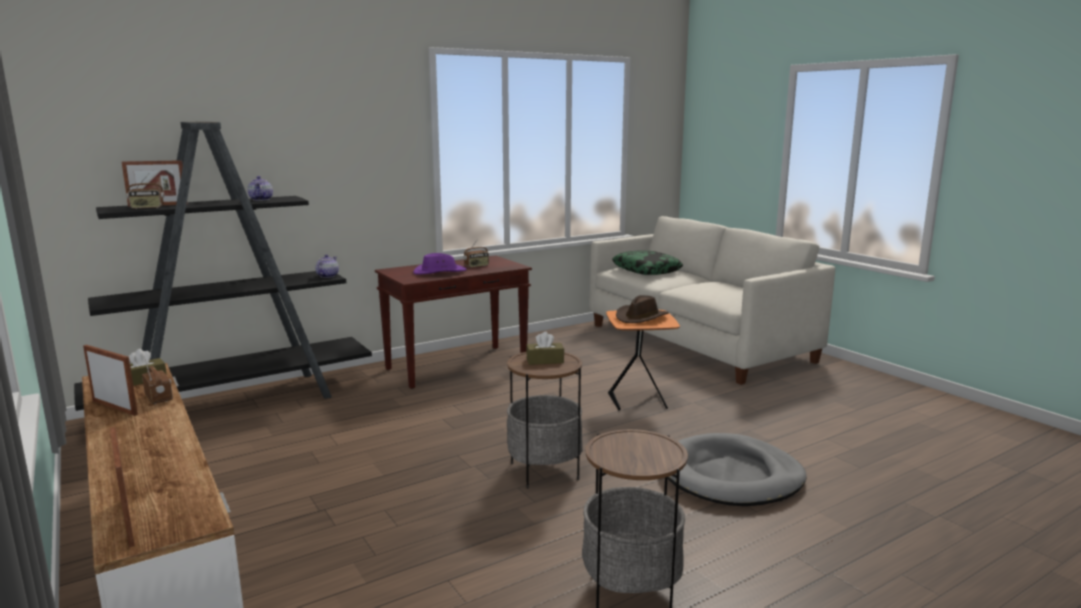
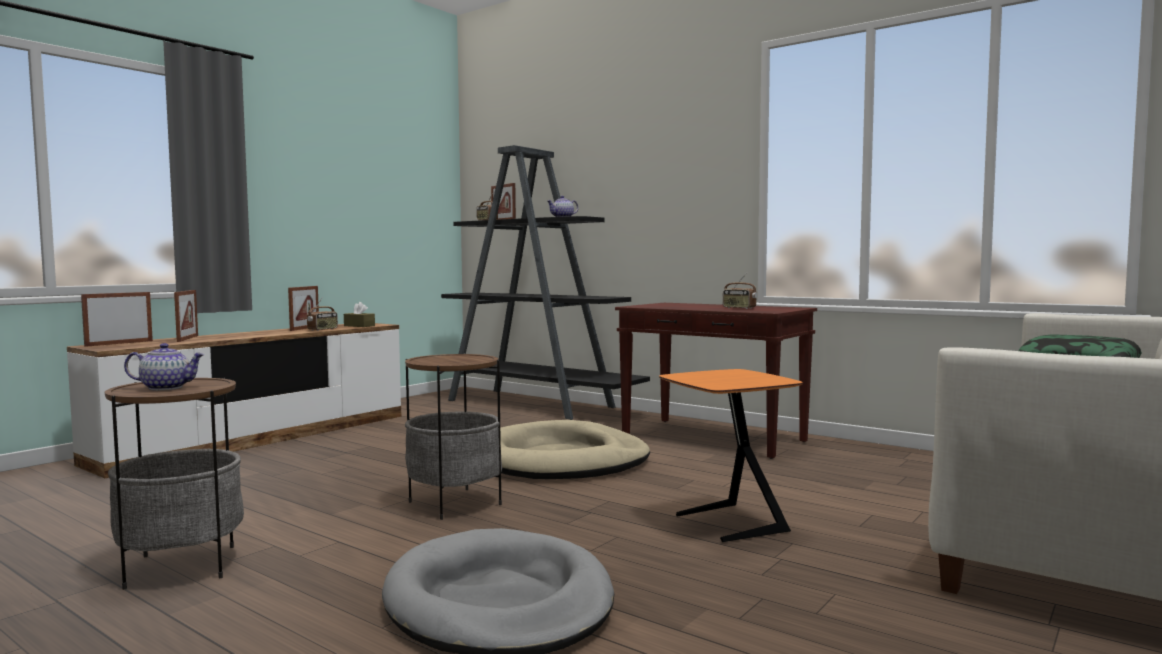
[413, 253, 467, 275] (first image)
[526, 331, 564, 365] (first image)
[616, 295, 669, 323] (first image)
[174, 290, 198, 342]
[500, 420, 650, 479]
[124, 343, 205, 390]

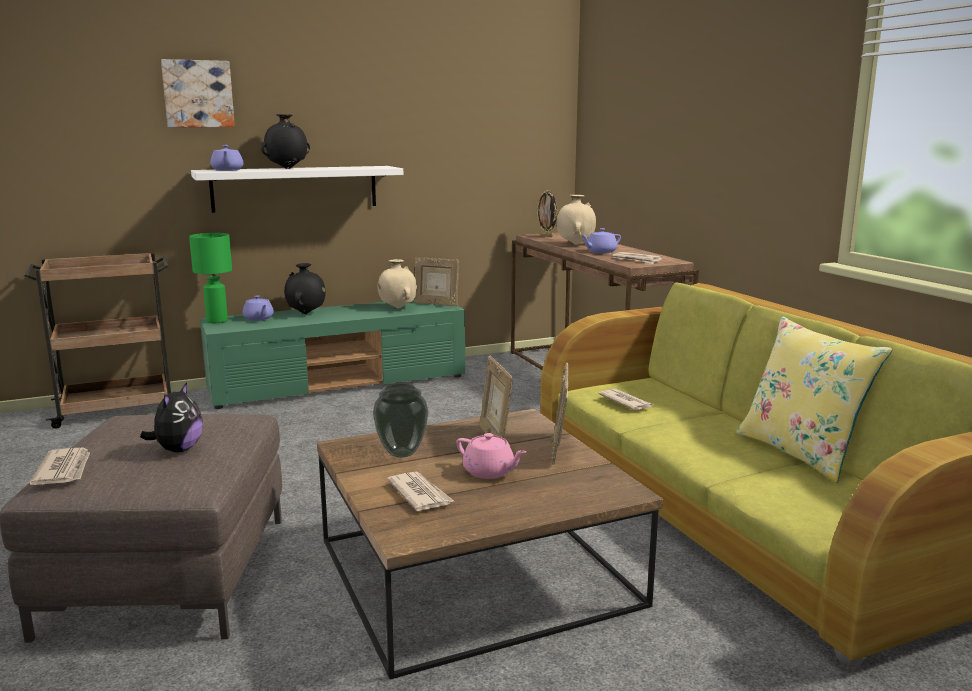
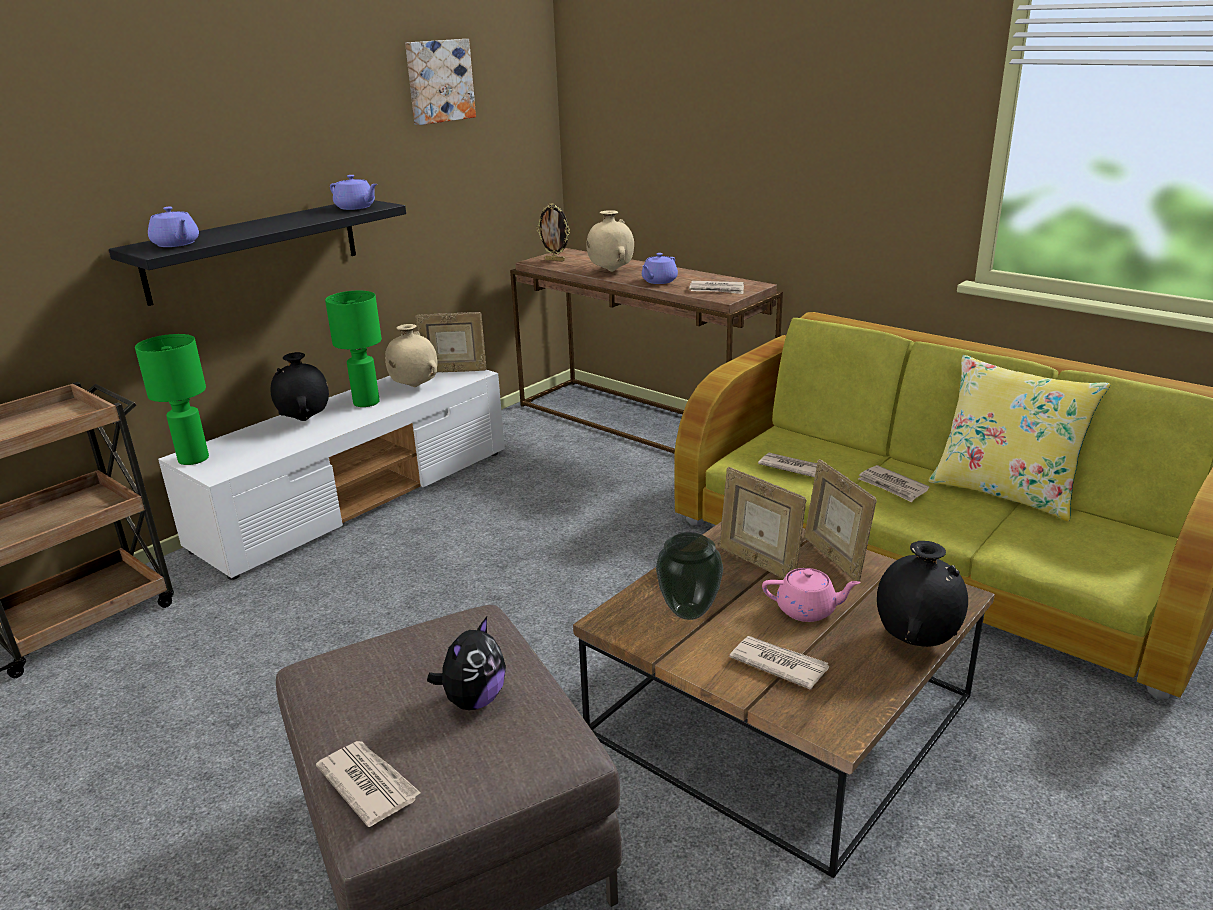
[325, 291, 382, 407]
[858, 465, 929, 502]
[405, 39, 476, 125]
[330, 175, 377, 210]
[877, 541, 968, 647]
[109, 200, 406, 306]
[158, 370, 505, 580]
[427, 617, 506, 710]

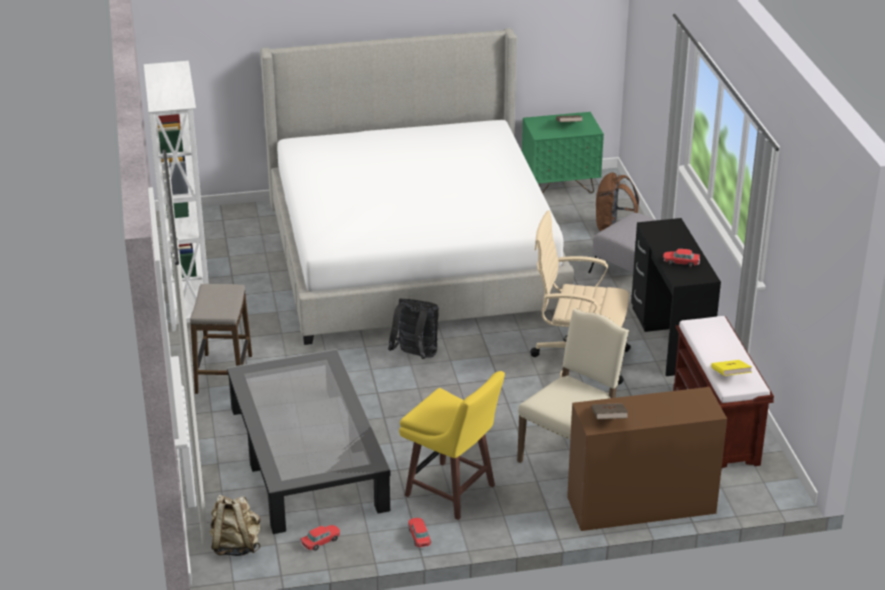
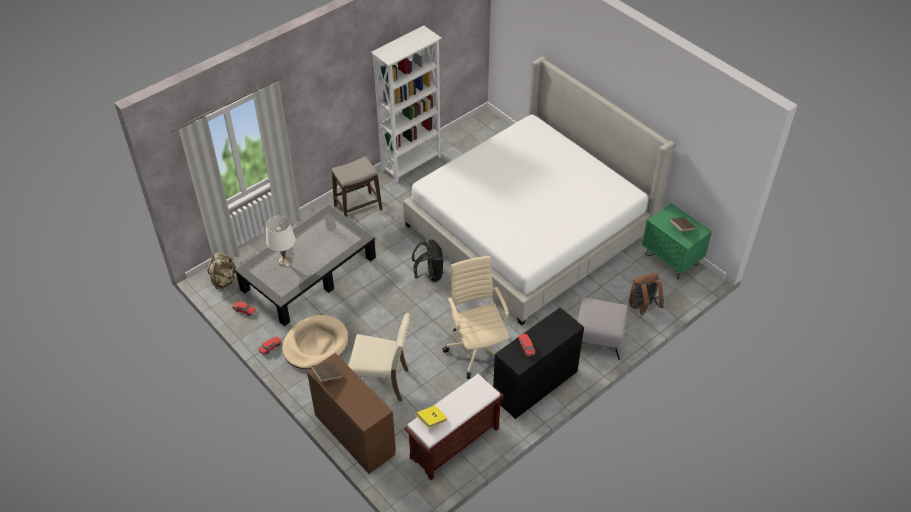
[266, 216, 296, 267]
[282, 315, 348, 369]

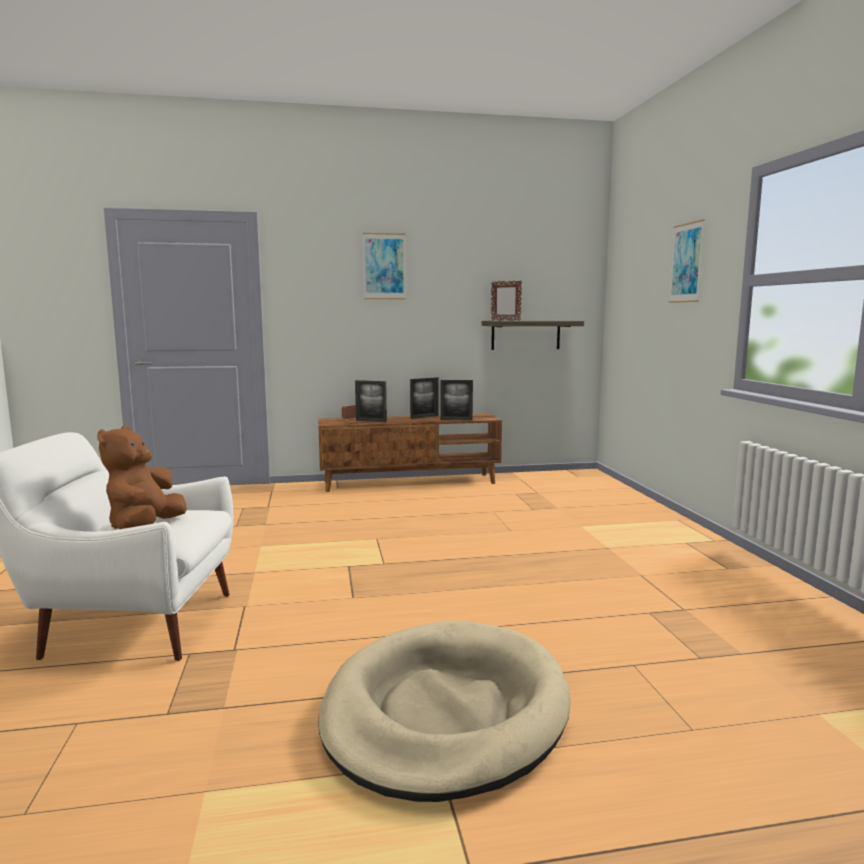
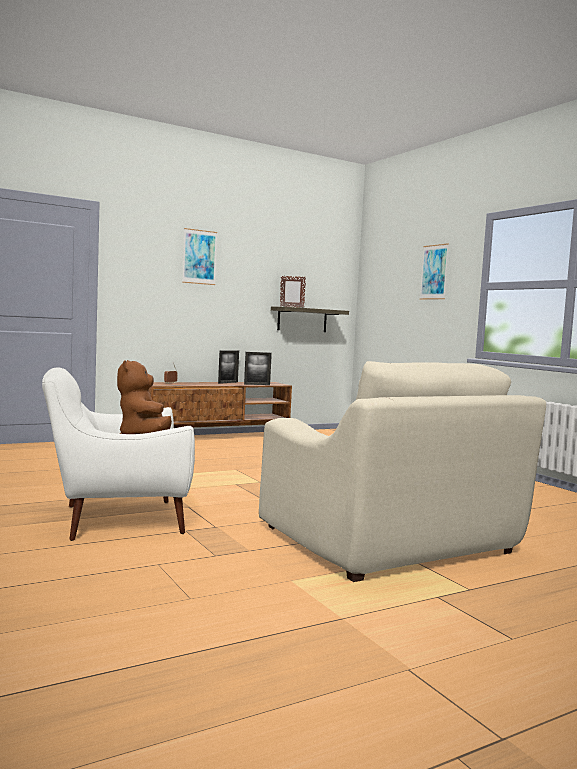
[355, 380, 387, 423] (first image)
[259, 361, 546, 582]

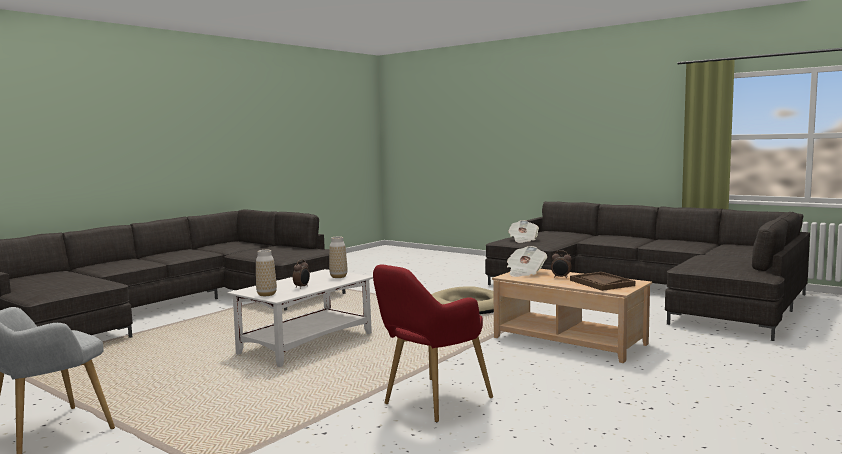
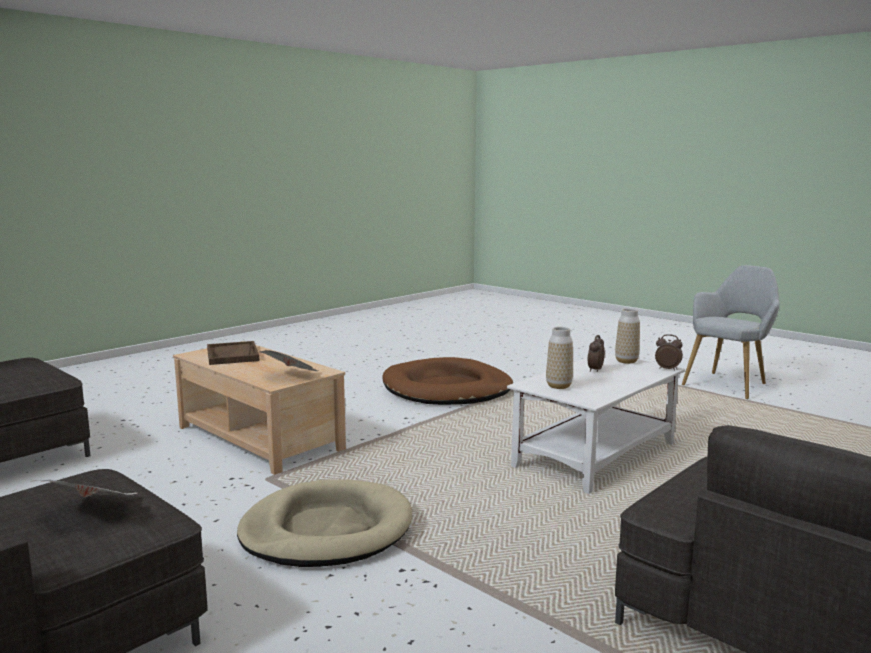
[655, 334, 683, 371]
[382, 357, 513, 405]

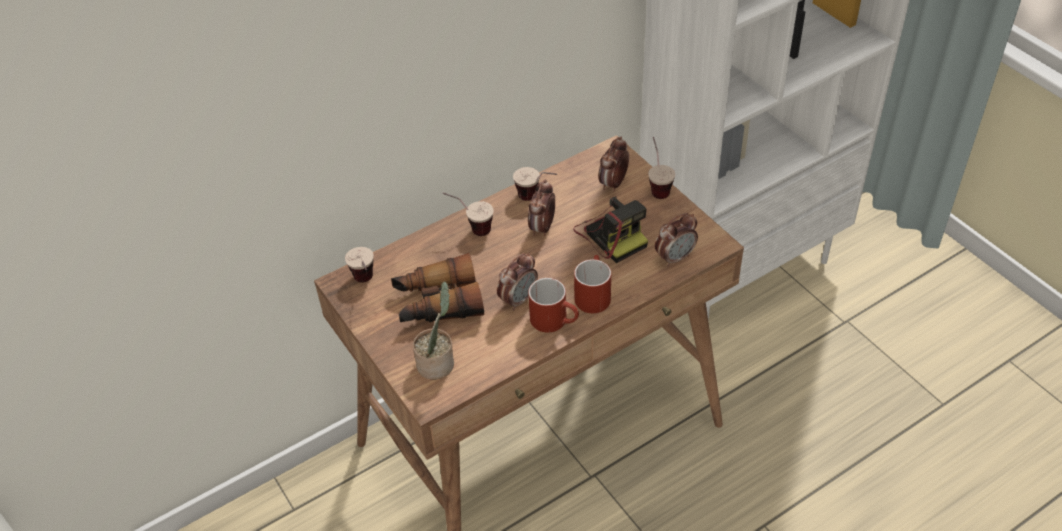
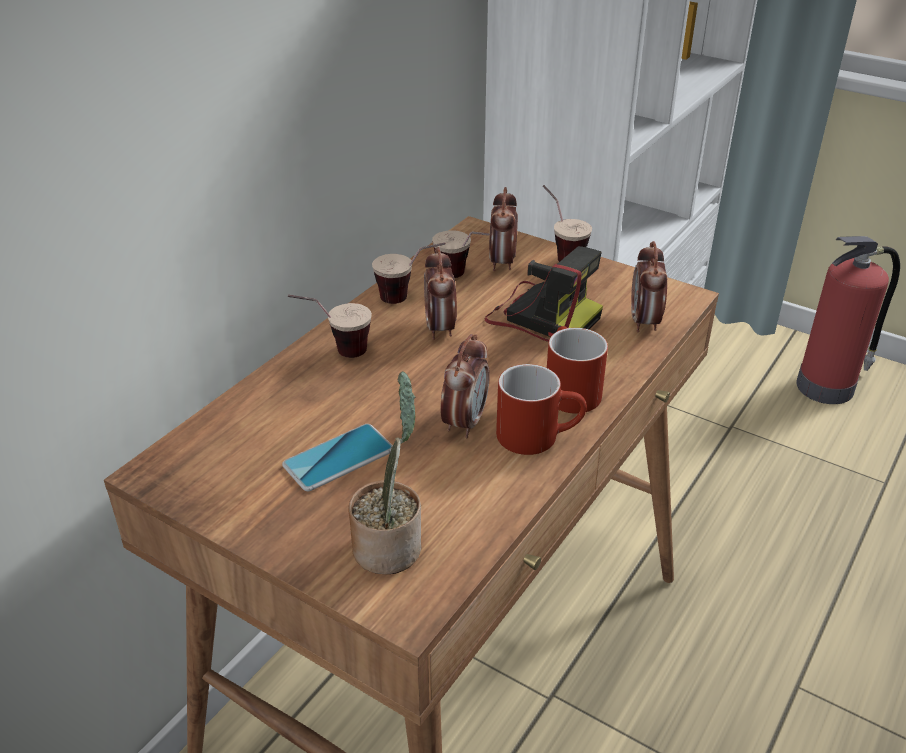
[796, 236, 900, 404]
[432, 230, 489, 278]
[282, 424, 393, 491]
[631, 241, 667, 332]

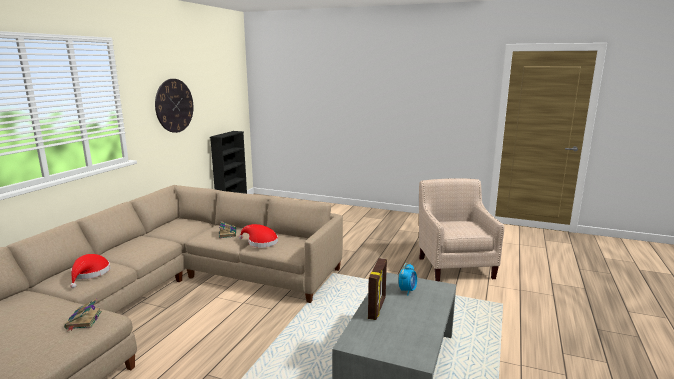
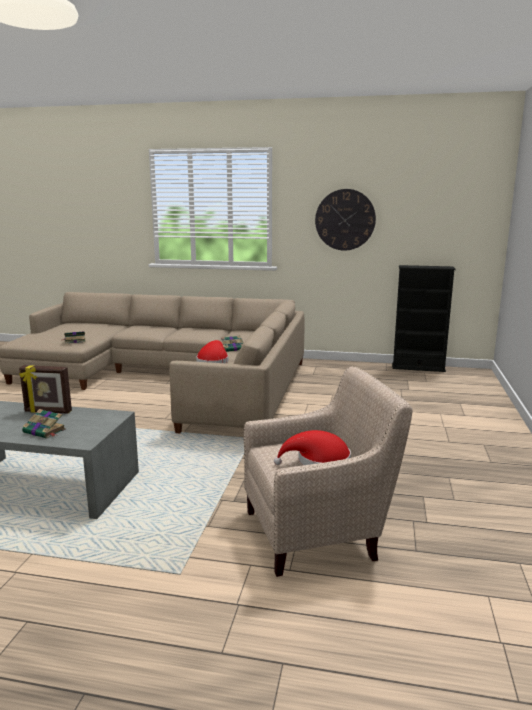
[399, 263, 417, 296] (first image)
[22, 409, 66, 439]
[274, 430, 351, 465]

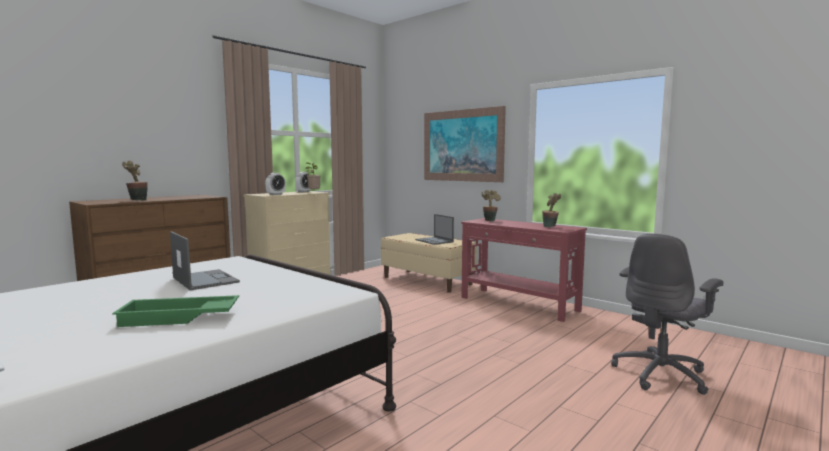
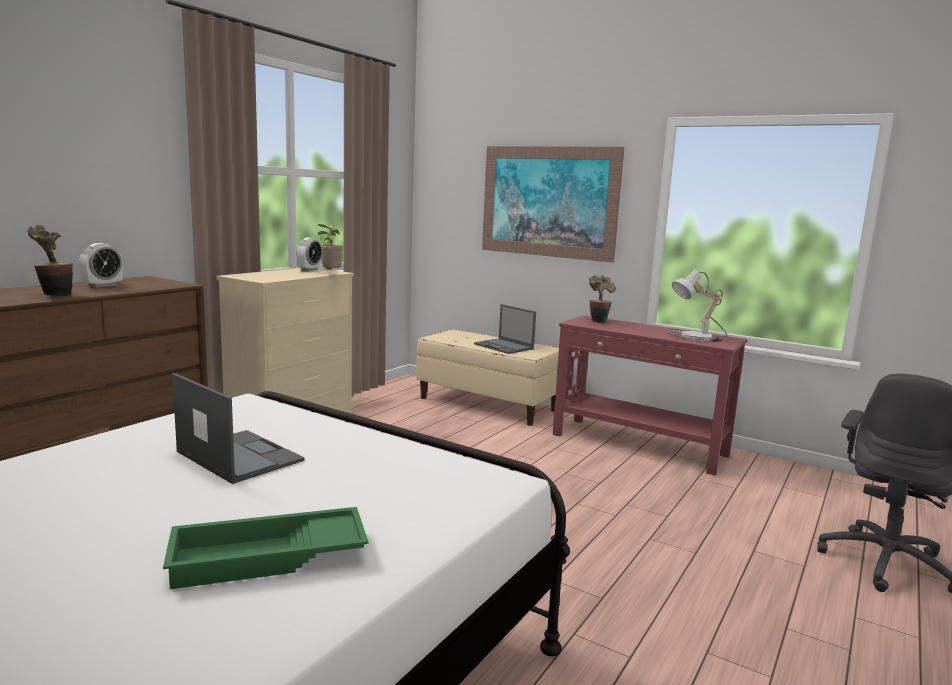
[79, 243, 123, 288]
[667, 270, 728, 342]

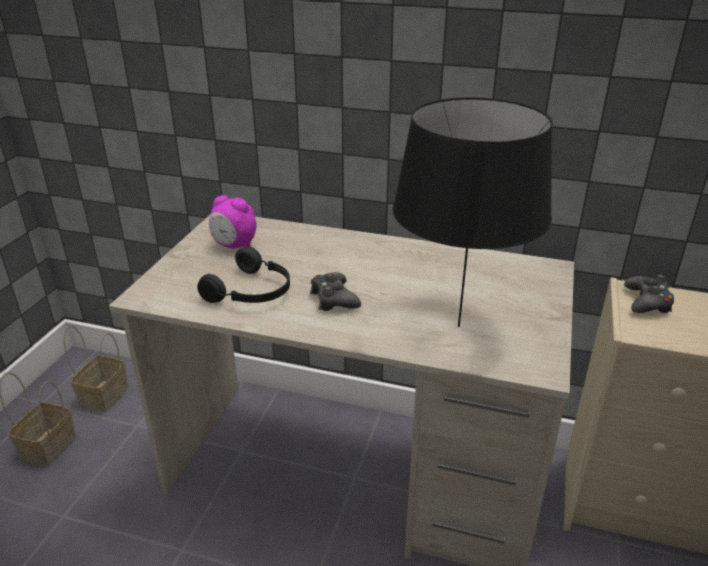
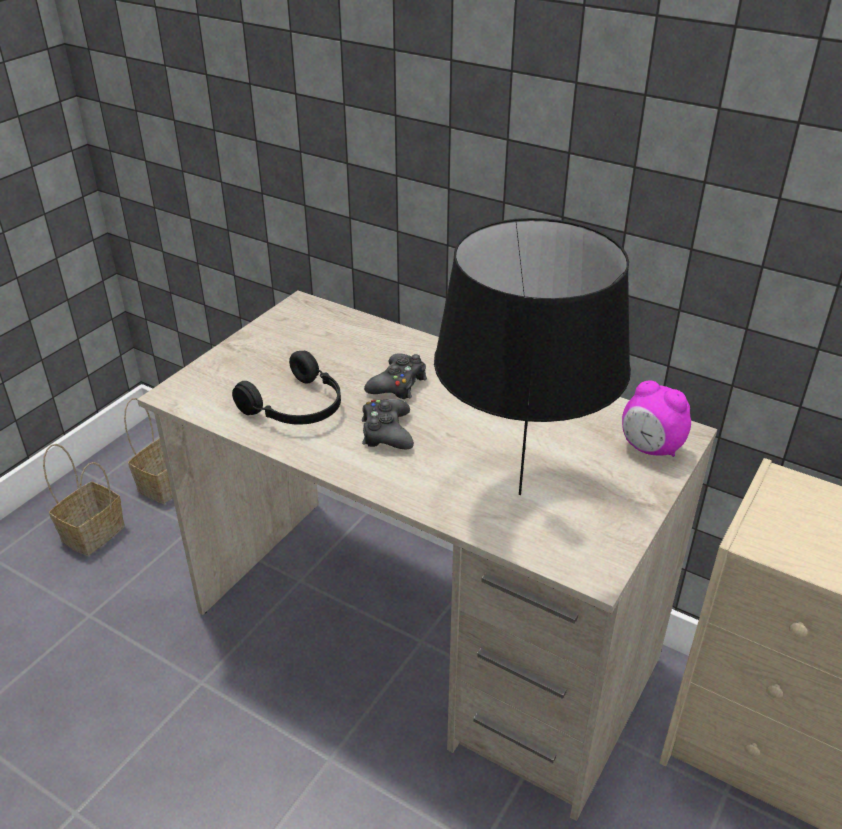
[622, 380, 691, 457]
[364, 353, 427, 399]

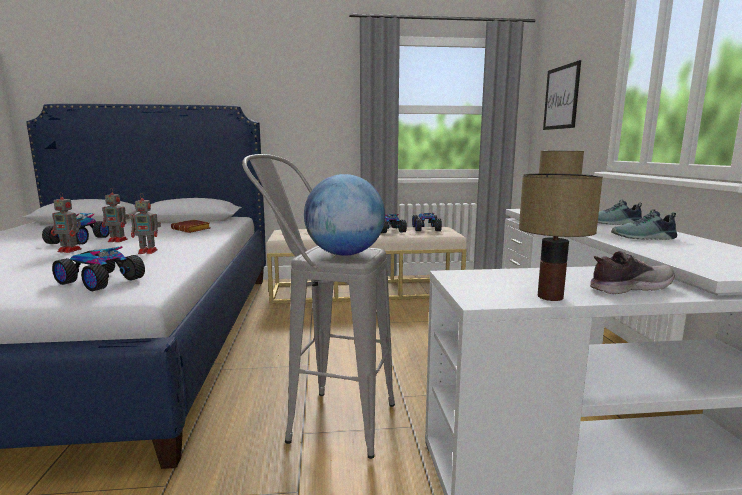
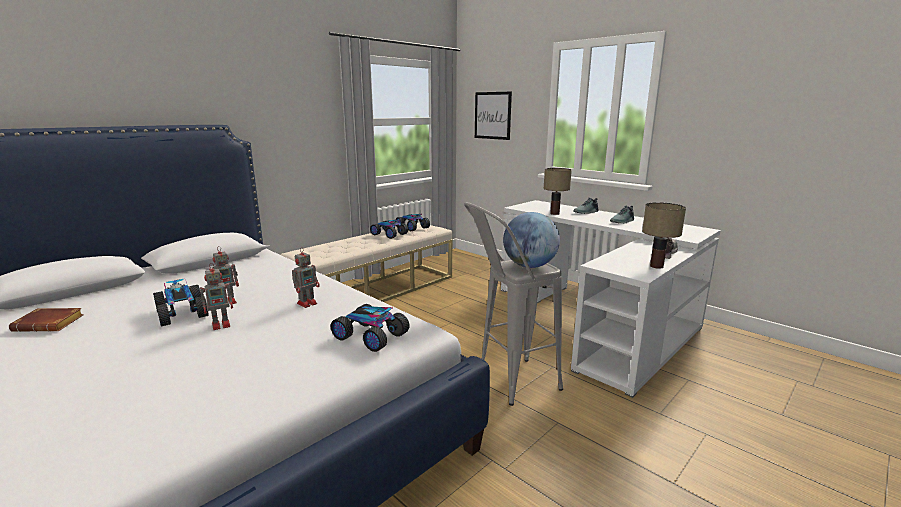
[9, 308, 84, 332]
[331, 304, 409, 352]

